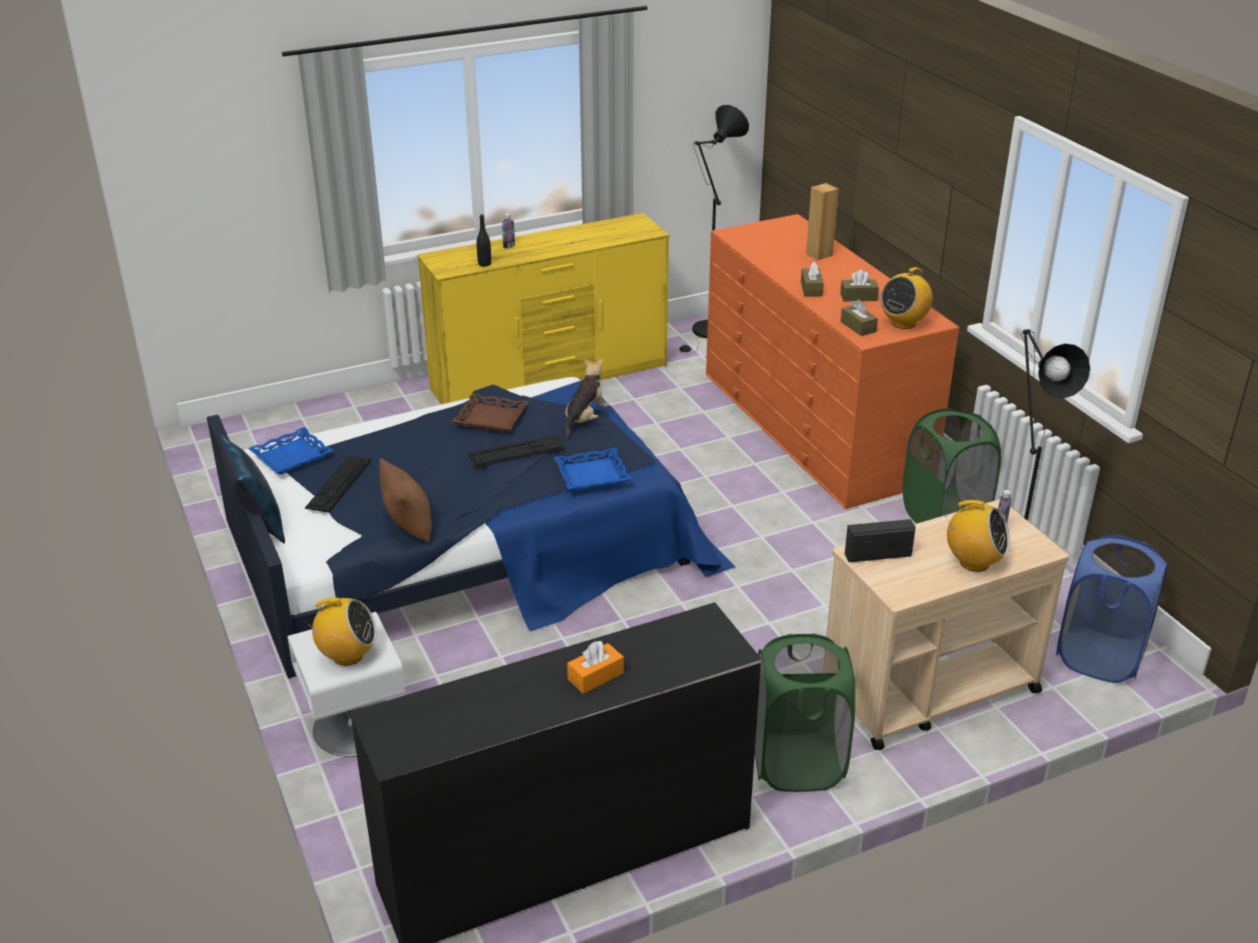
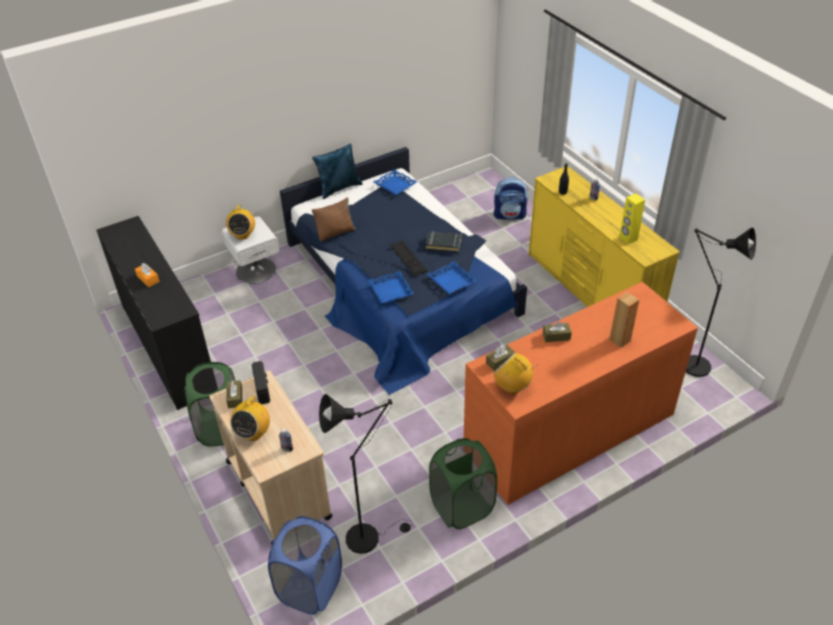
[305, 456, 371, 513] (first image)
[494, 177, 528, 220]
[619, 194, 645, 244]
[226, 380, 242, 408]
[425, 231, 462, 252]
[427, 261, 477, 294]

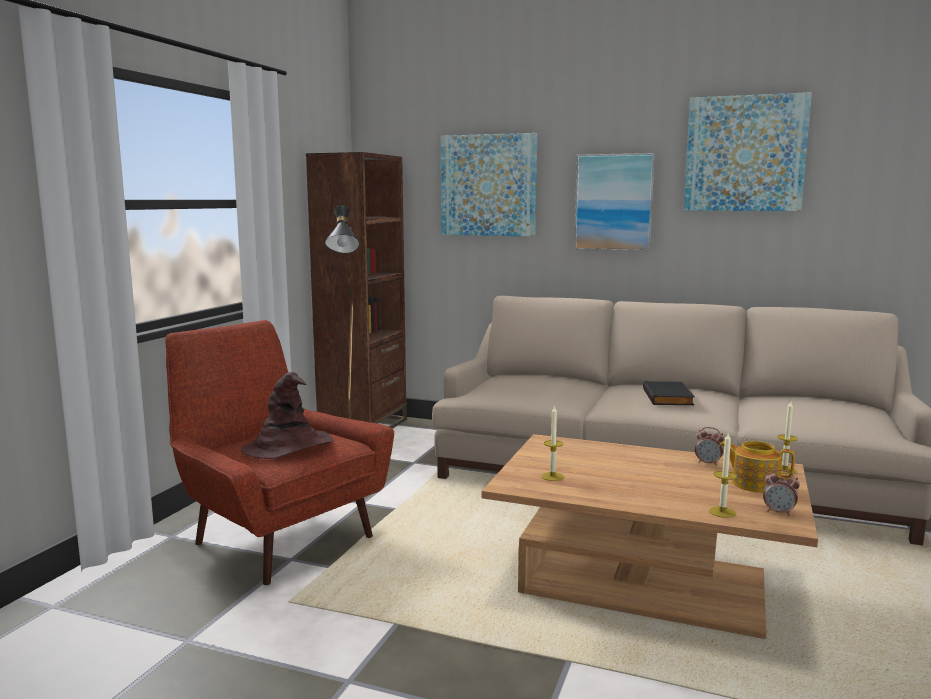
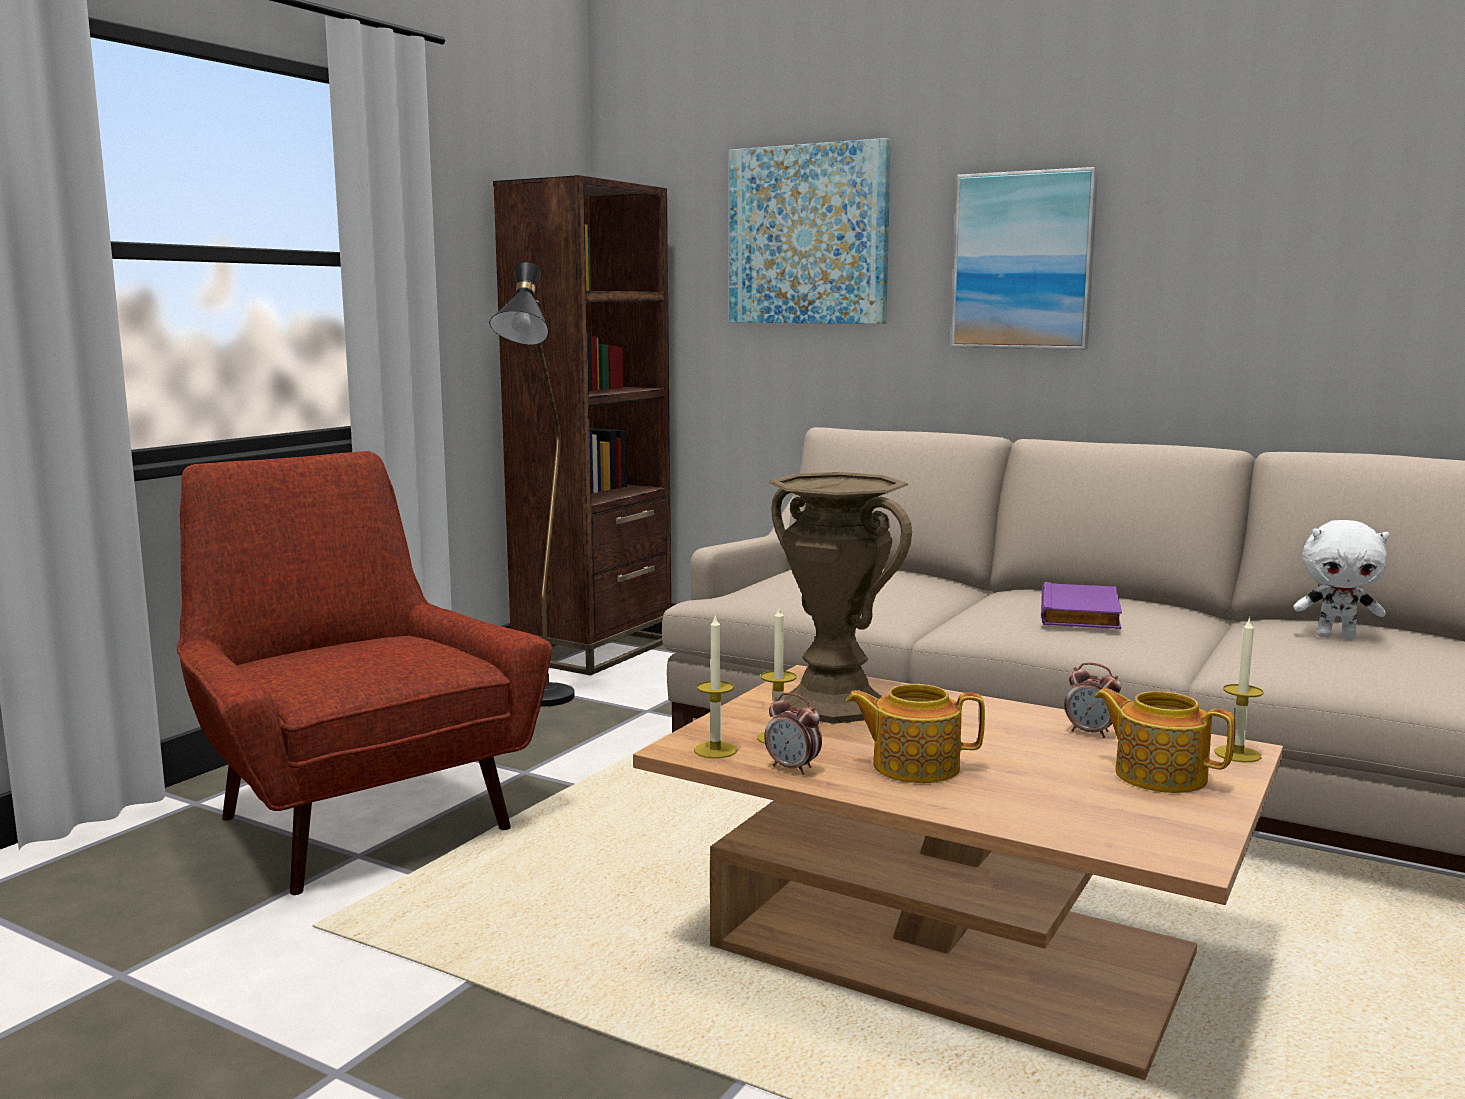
[241, 372, 334, 459] (first image)
[684, 92, 812, 211] (first image)
[769, 472, 912, 724]
[846, 684, 985, 783]
[1293, 520, 1390, 639]
[694, 613, 737, 758]
[764, 693, 822, 775]
[1041, 582, 1122, 629]

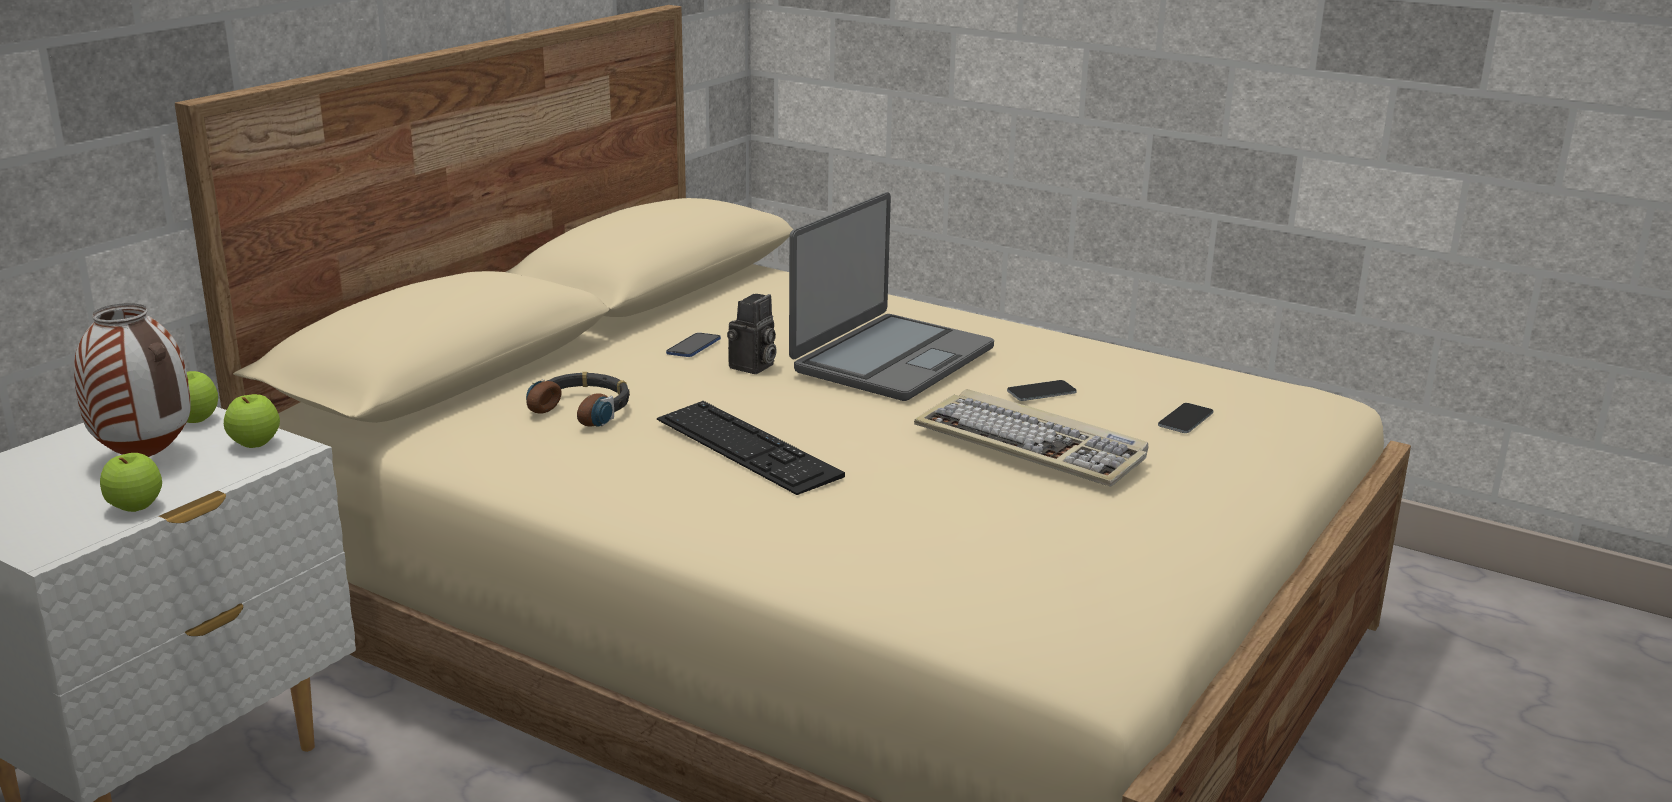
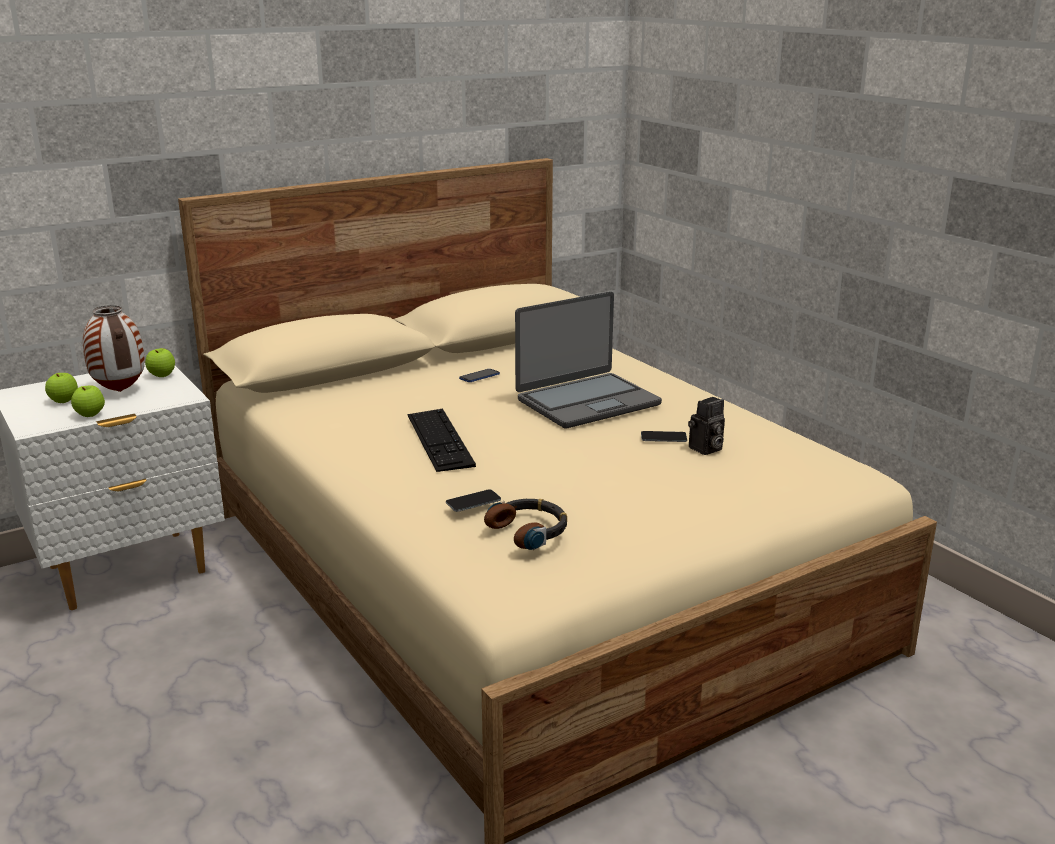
[914, 389, 1149, 487] (first image)
[45, 373, 78, 403]
[484, 499, 567, 550]
[688, 397, 725, 455]
[446, 489, 501, 512]

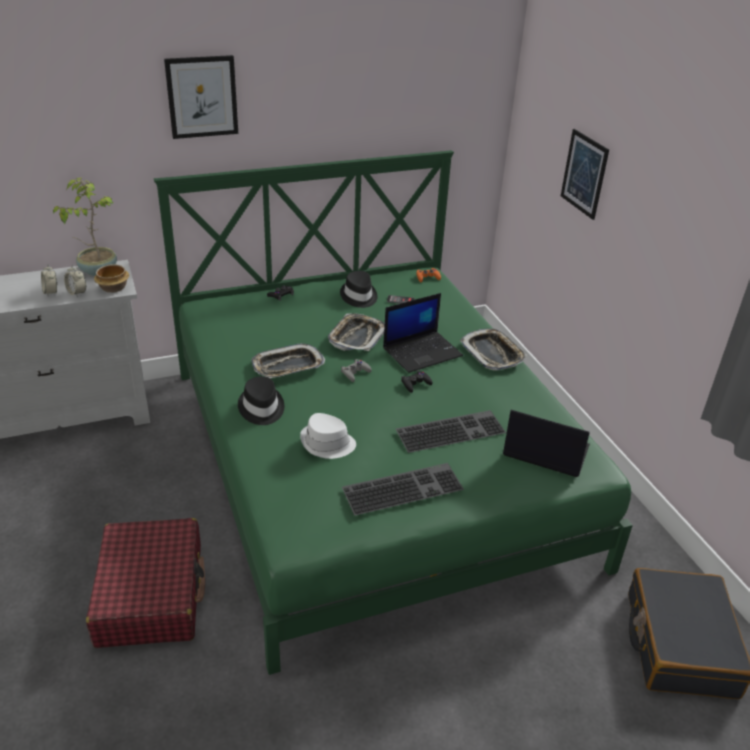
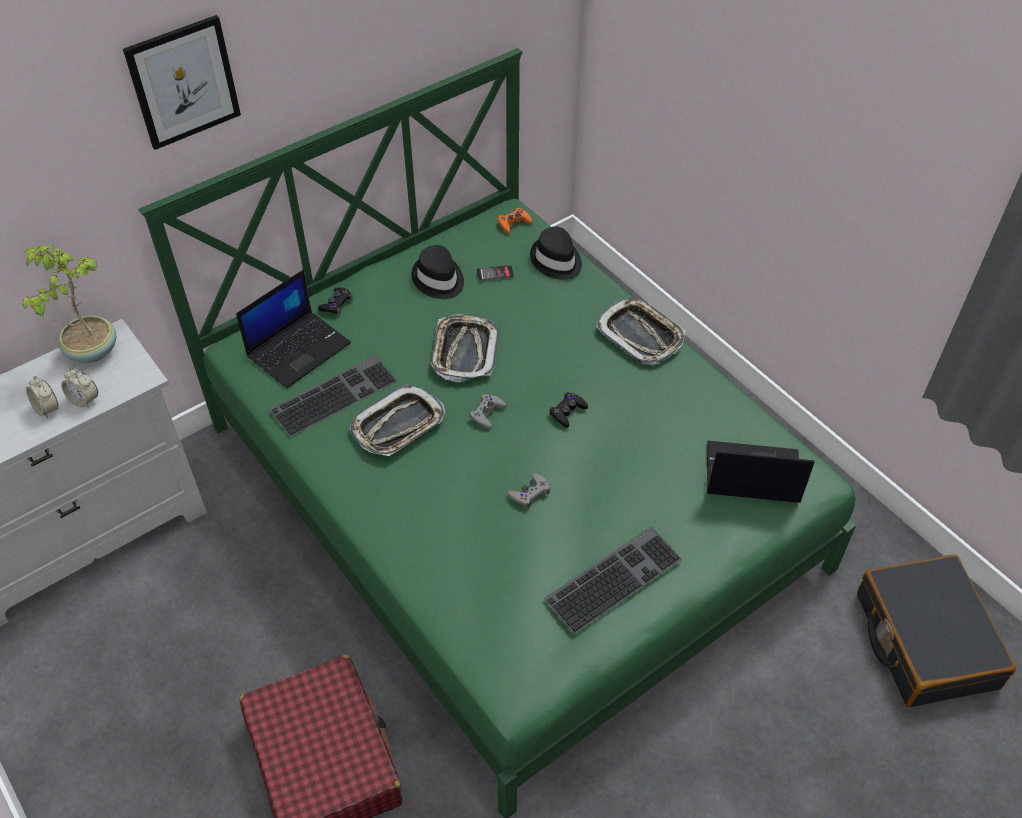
[94, 264, 129, 293] (first image)
[300, 413, 356, 459] (first image)
[561, 129, 609, 220] (first image)
[507, 473, 550, 509]
[530, 226, 582, 280]
[236, 270, 351, 388]
[269, 355, 397, 437]

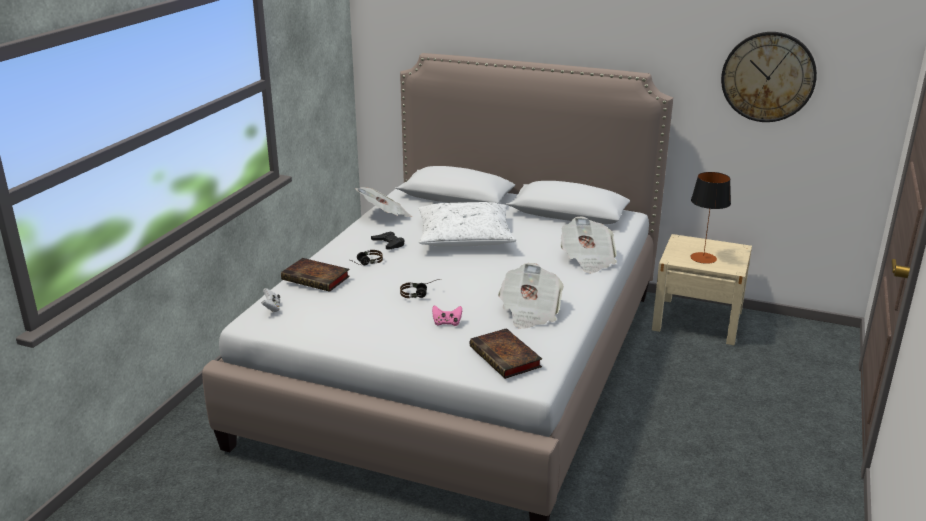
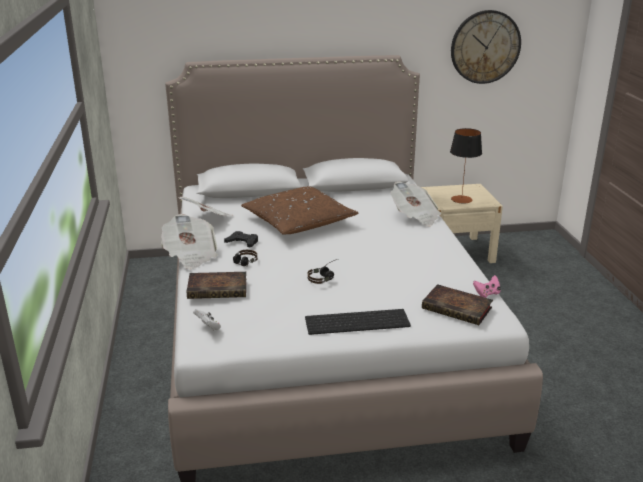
[305, 309, 411, 335]
[473, 275, 501, 298]
[161, 214, 218, 269]
[241, 186, 358, 235]

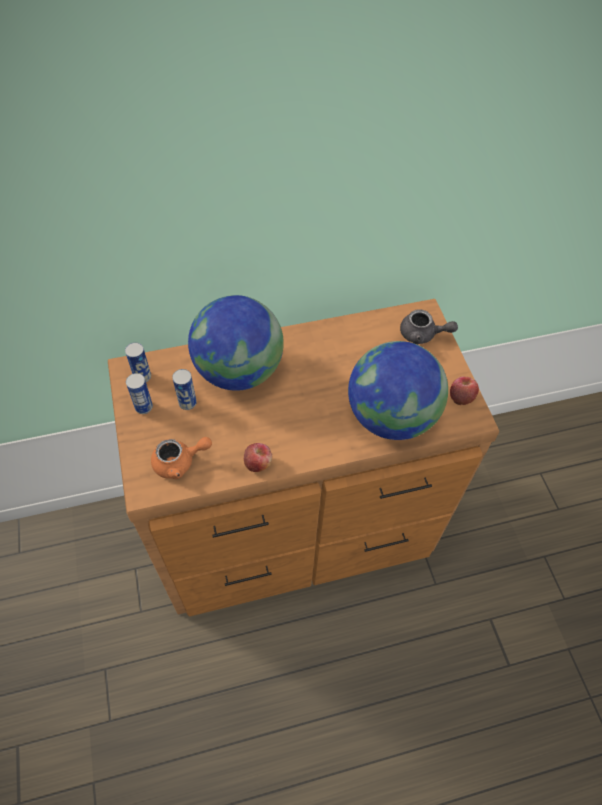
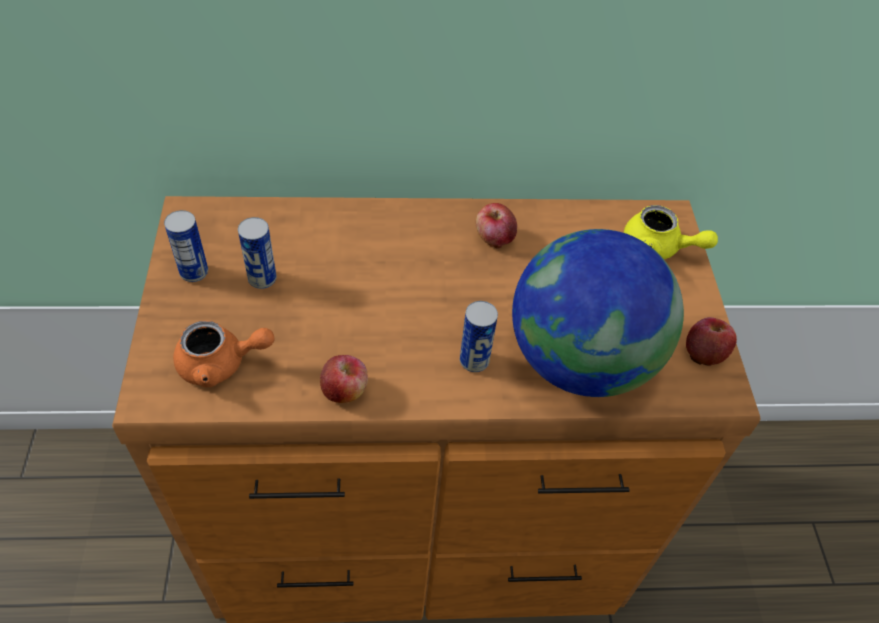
[188, 295, 284, 391] (first image)
[476, 203, 517, 249]
[460, 301, 498, 372]
[624, 205, 718, 259]

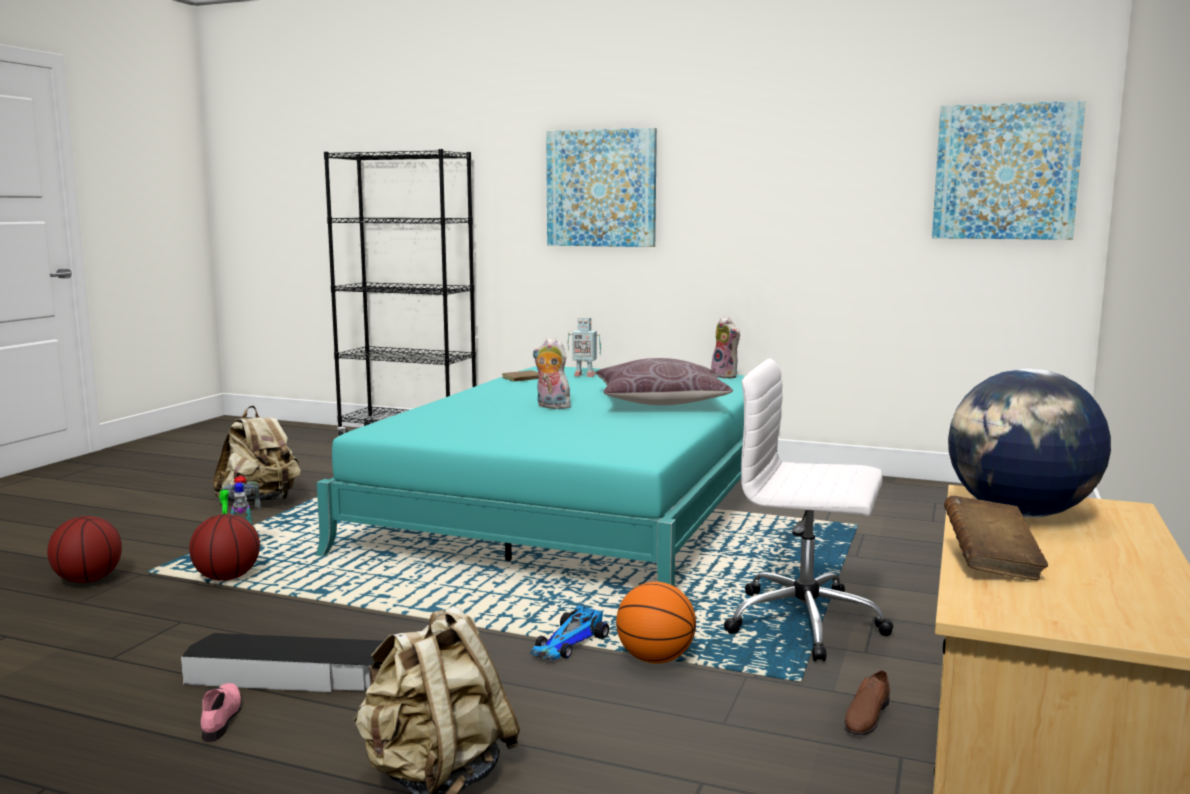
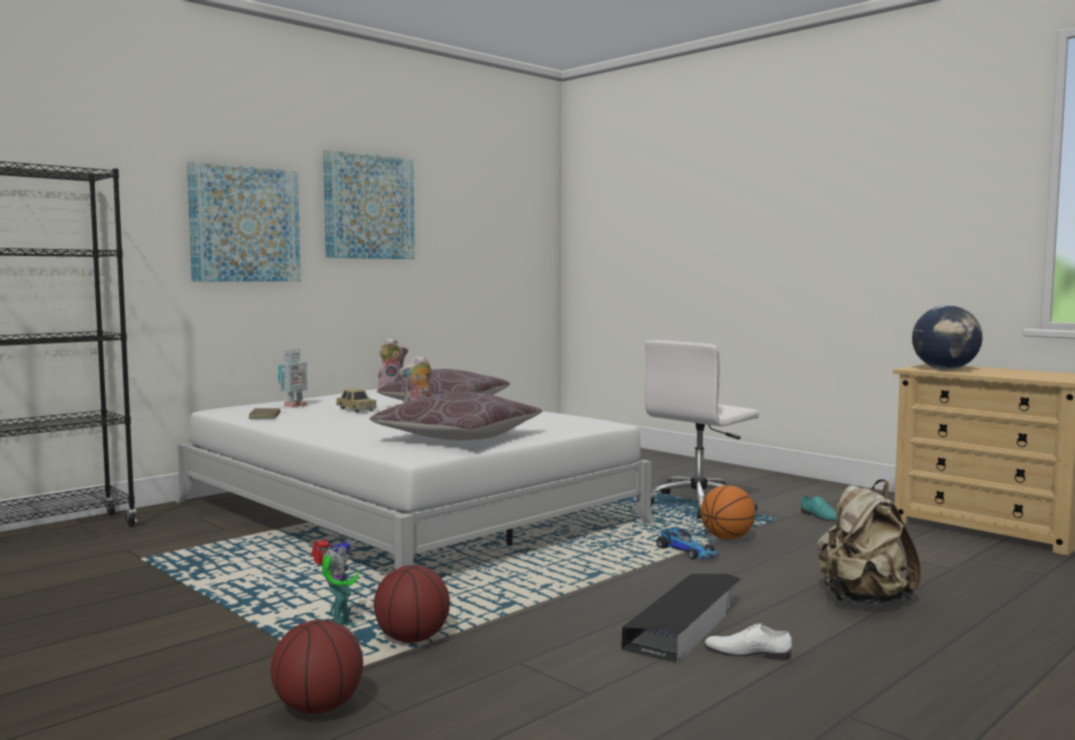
[212, 406, 301, 504] (first image)
[944, 496, 1048, 580] (first image)
[336, 389, 377, 412]
[370, 392, 543, 440]
[323, 150, 415, 259]
[704, 623, 792, 660]
[176, 389, 655, 570]
[801, 495, 837, 521]

